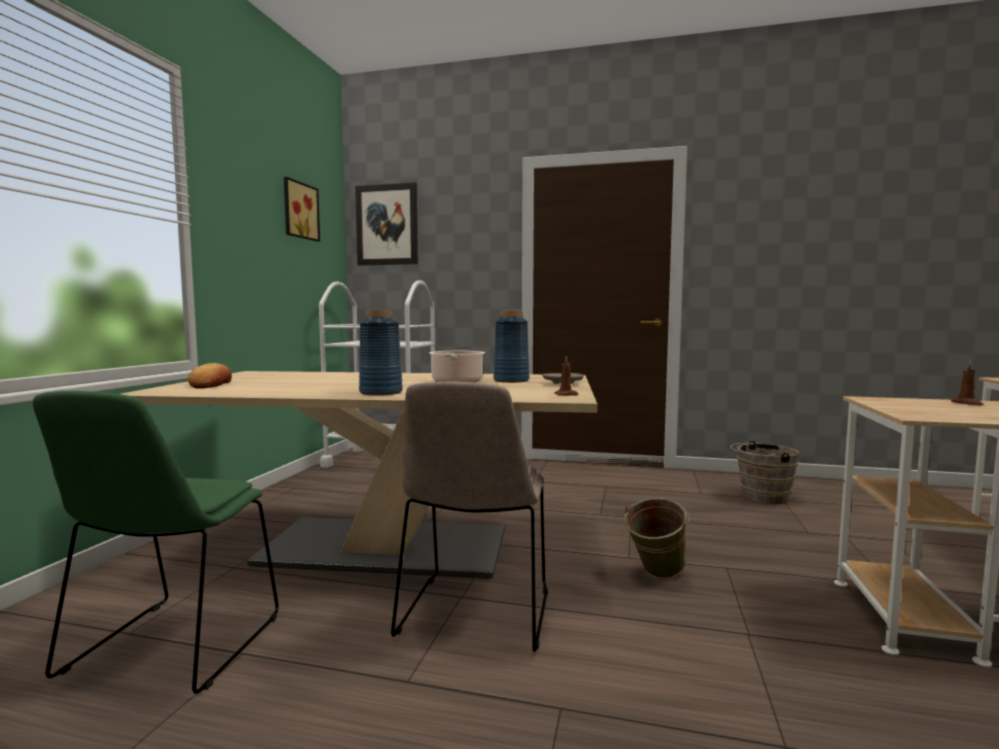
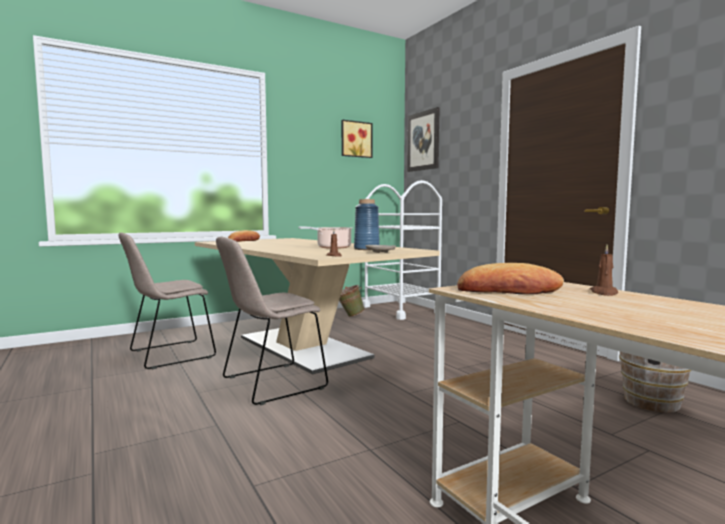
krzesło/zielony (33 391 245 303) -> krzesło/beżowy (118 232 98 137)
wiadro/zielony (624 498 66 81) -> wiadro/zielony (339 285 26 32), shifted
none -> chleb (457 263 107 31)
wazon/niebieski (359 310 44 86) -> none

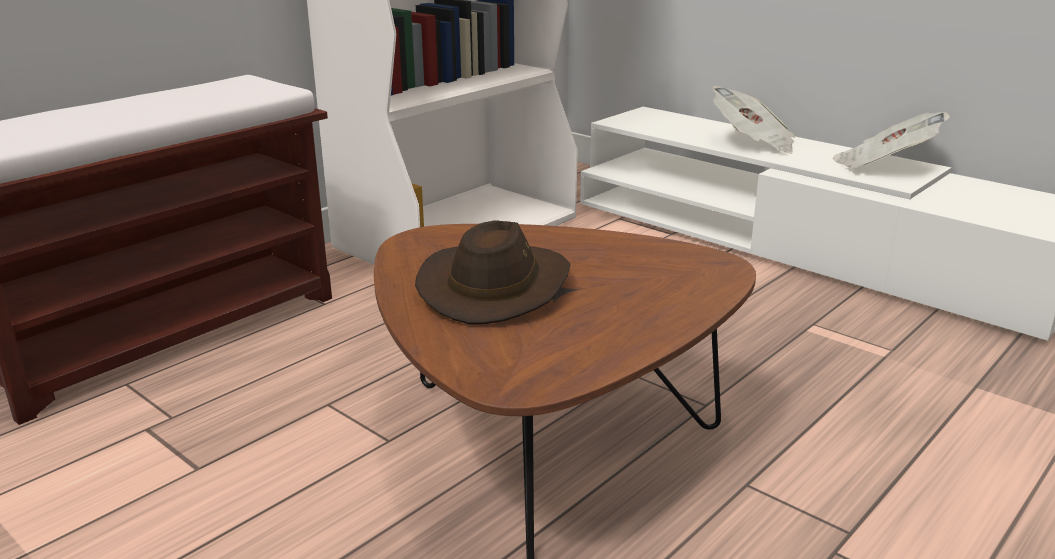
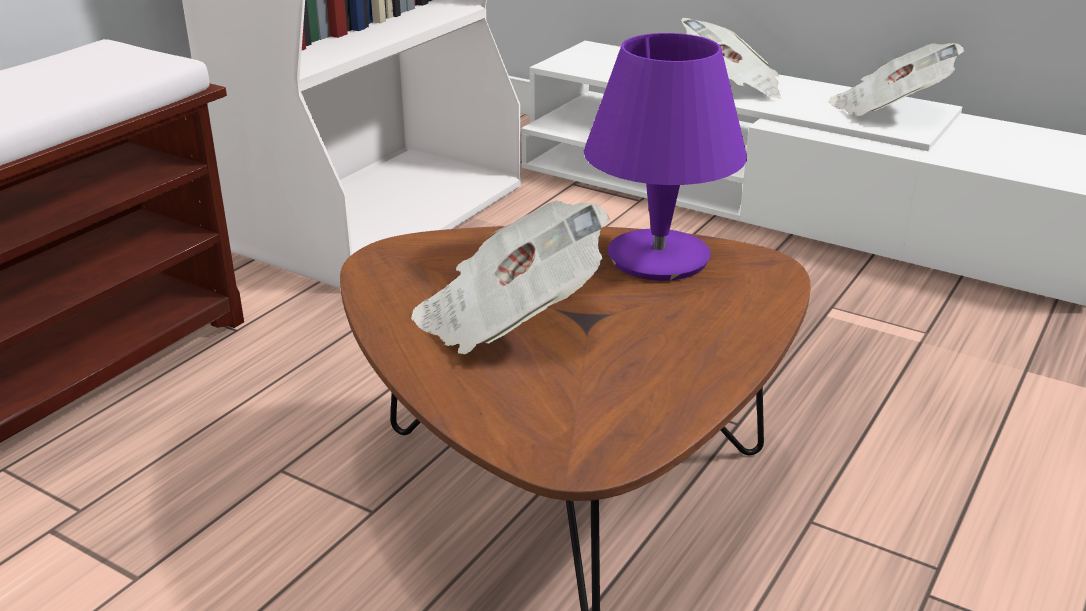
kapelusz/brązowy (415 221 155 103) -> gazeta (411 200 199 155)
none -> lampa stołowa/fioletowy (584 33 163 248)

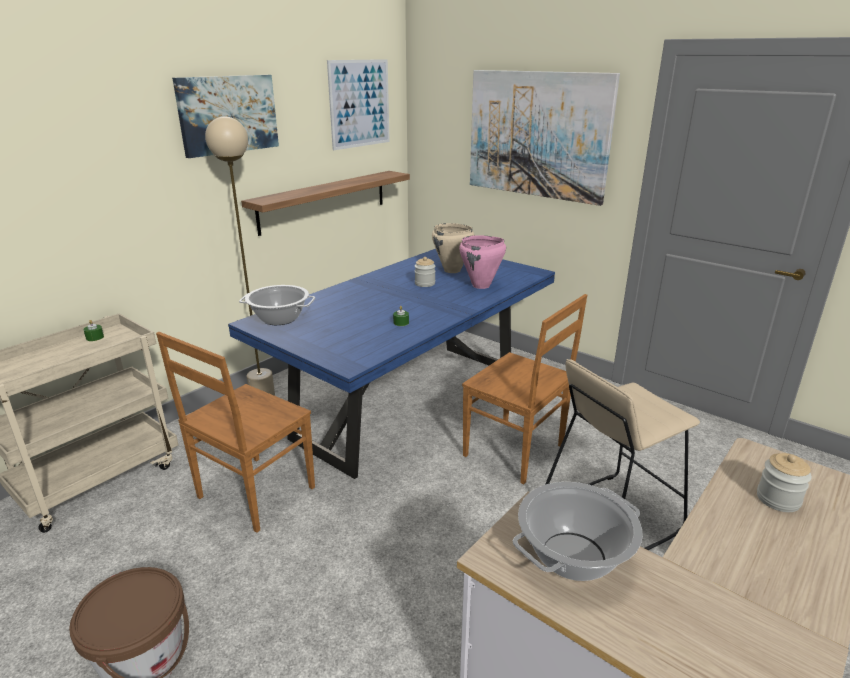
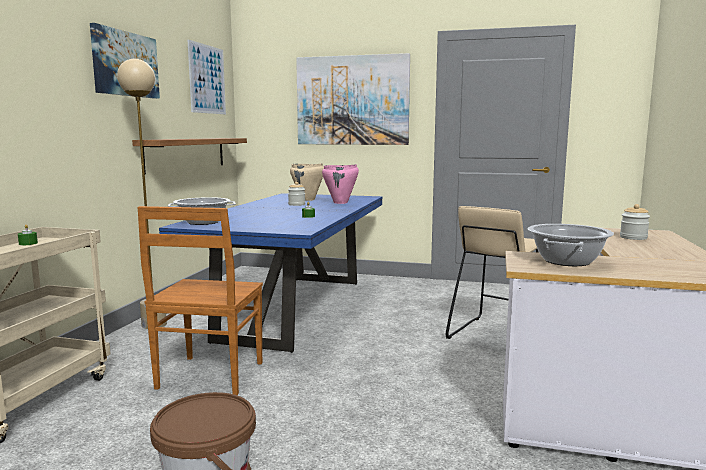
krzesło/brązowy (462 294 125 190) -> none

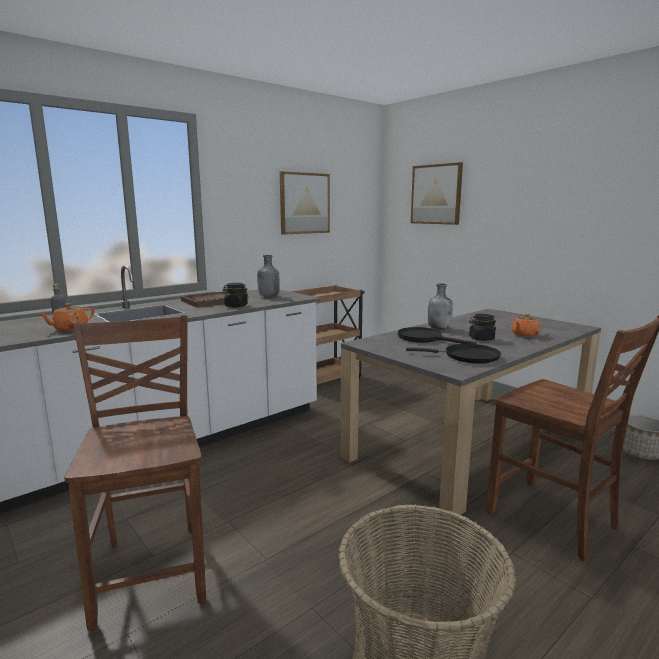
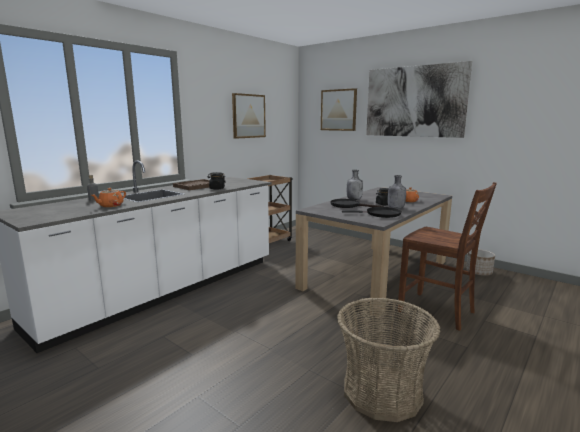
none -> obraz (366 61 106 77)
butelka/szary (257 255 23 42) -> butelka/szary (387 175 19 34), shifted
krzesło/brązowy (64 315 142 316) -> none

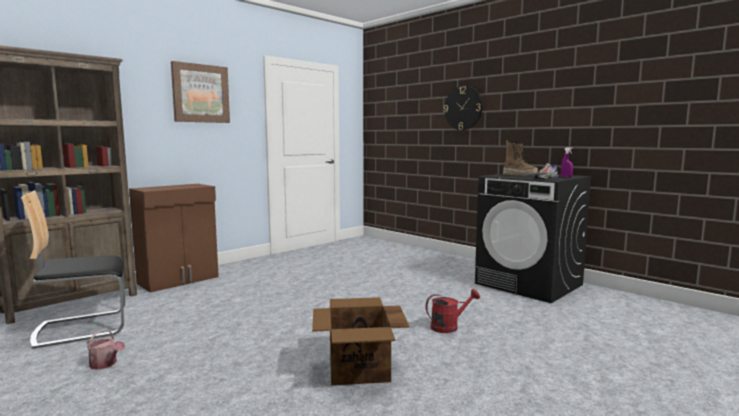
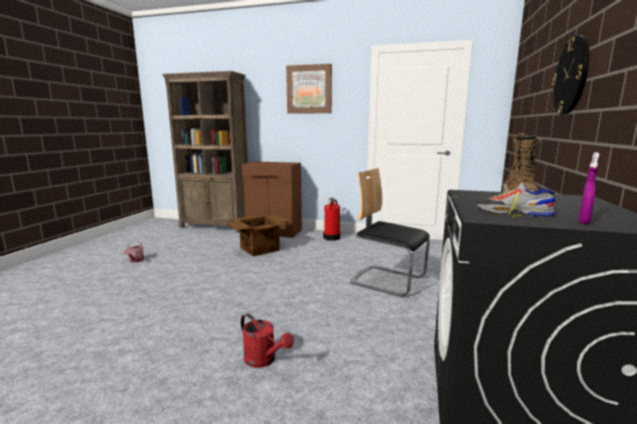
karton (312 297 98 88) -> karton (226 215 65 42), shifted
none -> gaśnica (323 198 18 43)
krzesło (21 190 104 159) -> krzesło (350 168 80 129), shifted

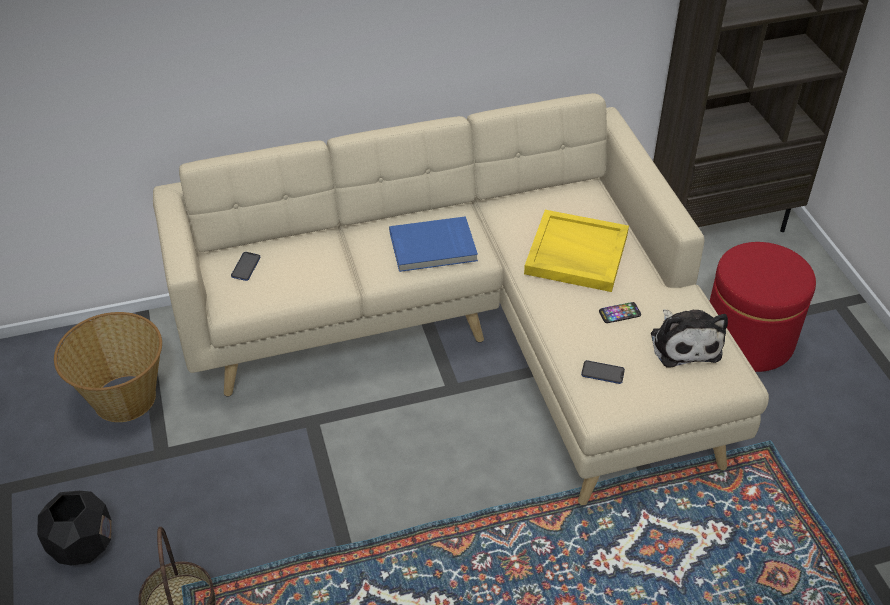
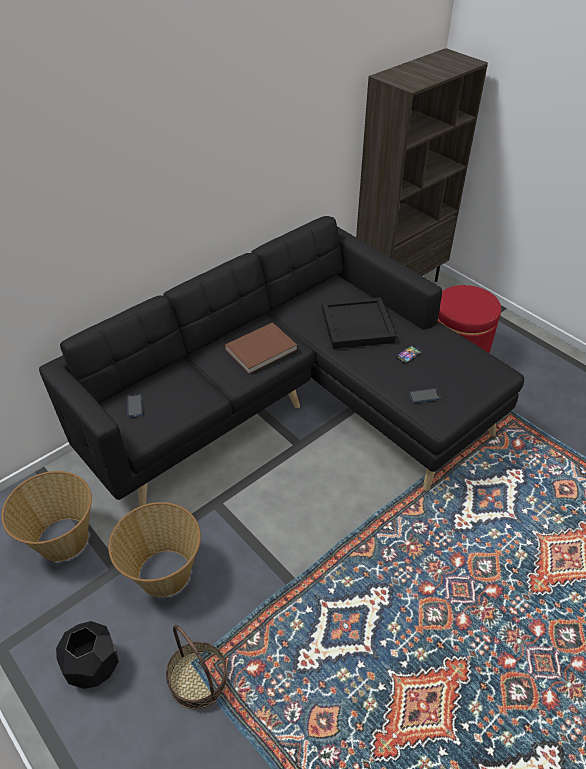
kanapa/beżowy (153 93 616 412) -> kanapa/czarny (39 216 485 291)
none -> koszyk (108 502 93 95)
książka/niebieski (389 216 89 56) -> książka/brązowy (224 322 73 52)
taca/żółty (524 210 105 82) -> taca/czarny (322 297 74 52)
pluszak (651 309 77 59) -> none

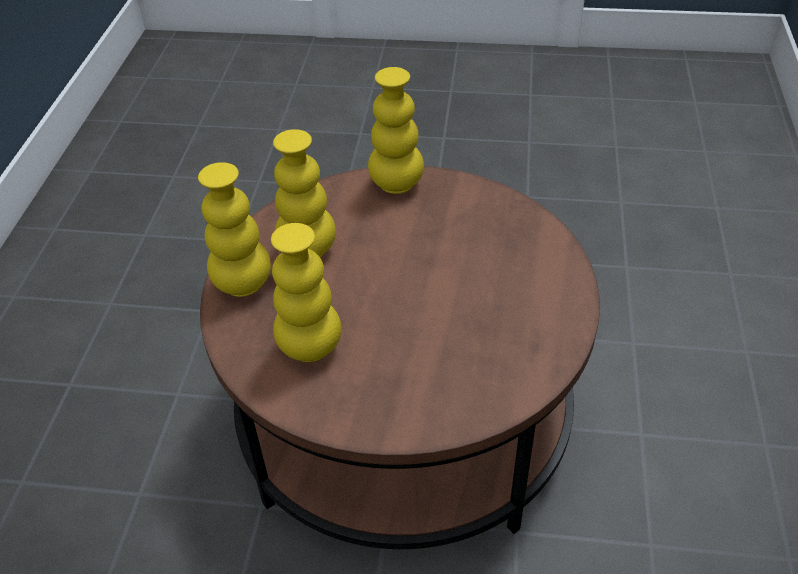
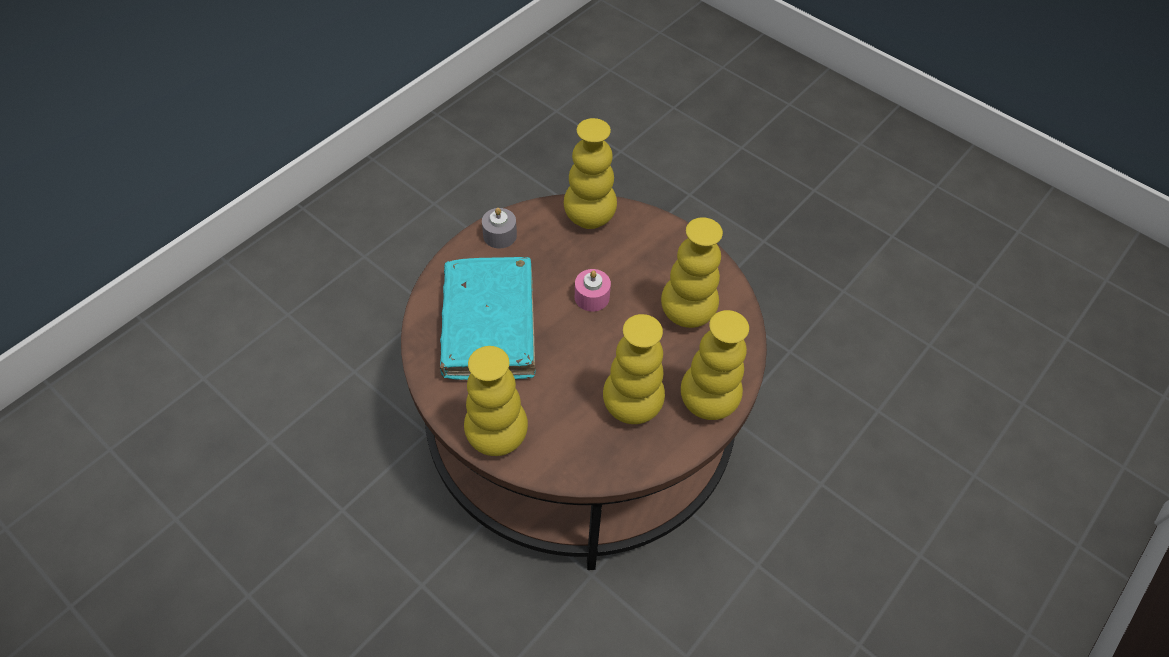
none -> książka/turkusowy (440 257 95 123)
none -> świeca/szary (482 208 35 40)
none -> wazon/żółty (564 118 53 111)
none -> świeca/różowy (575 269 36 43)

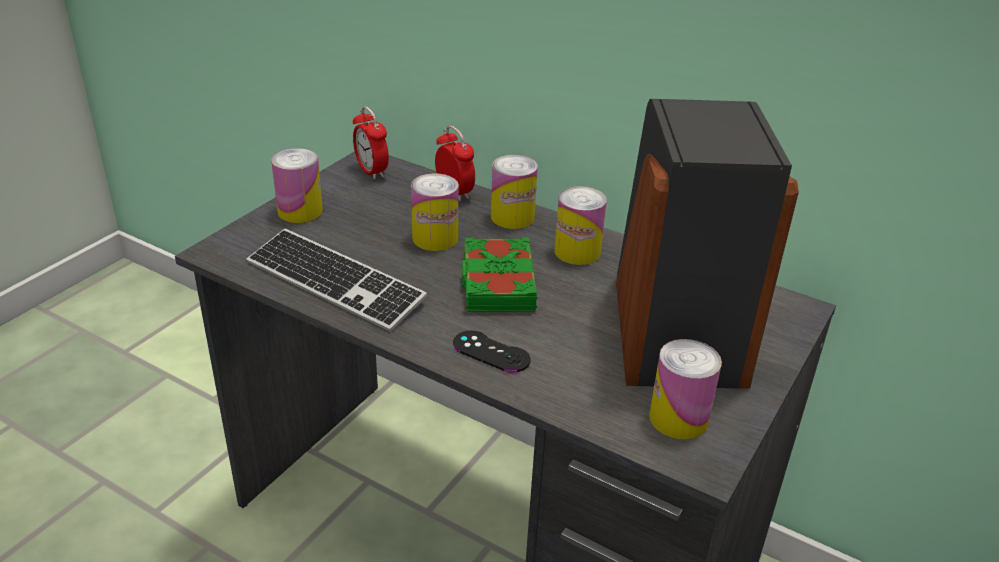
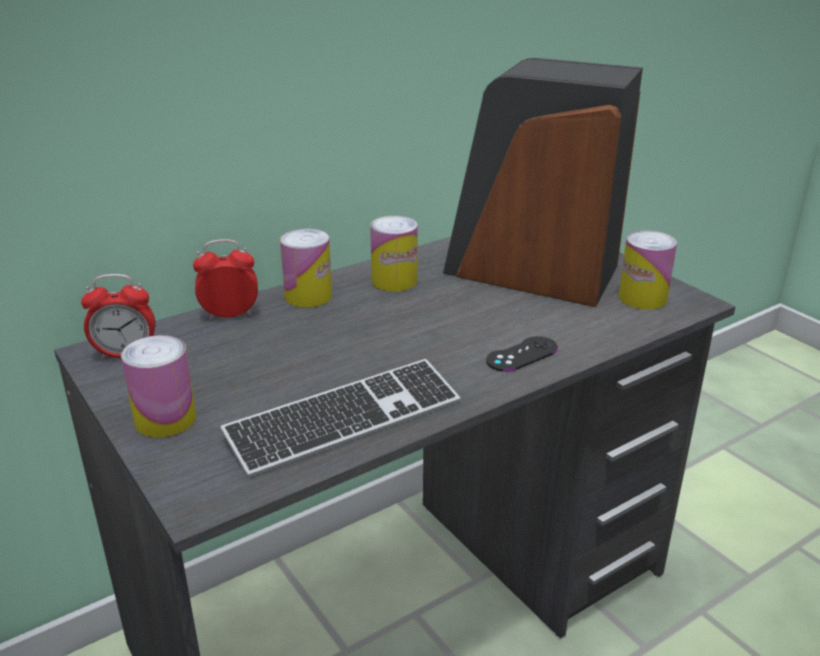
puszka (411 173 48 78) -> none
książka/zielony (462 237 76 75) -> none

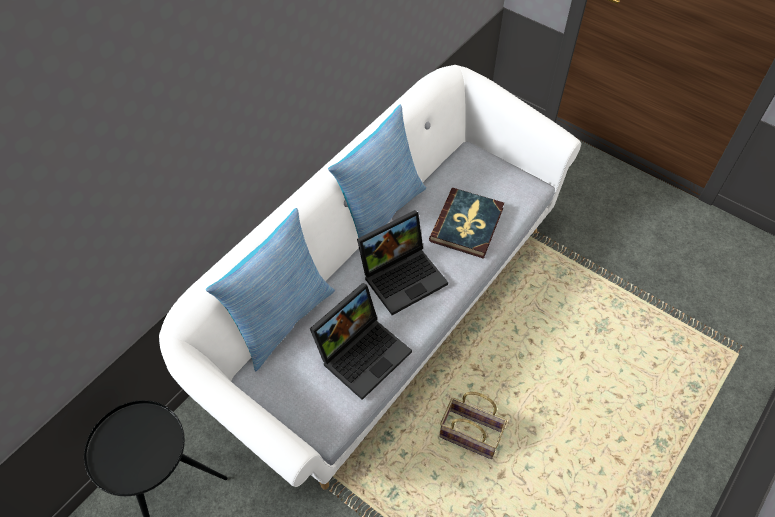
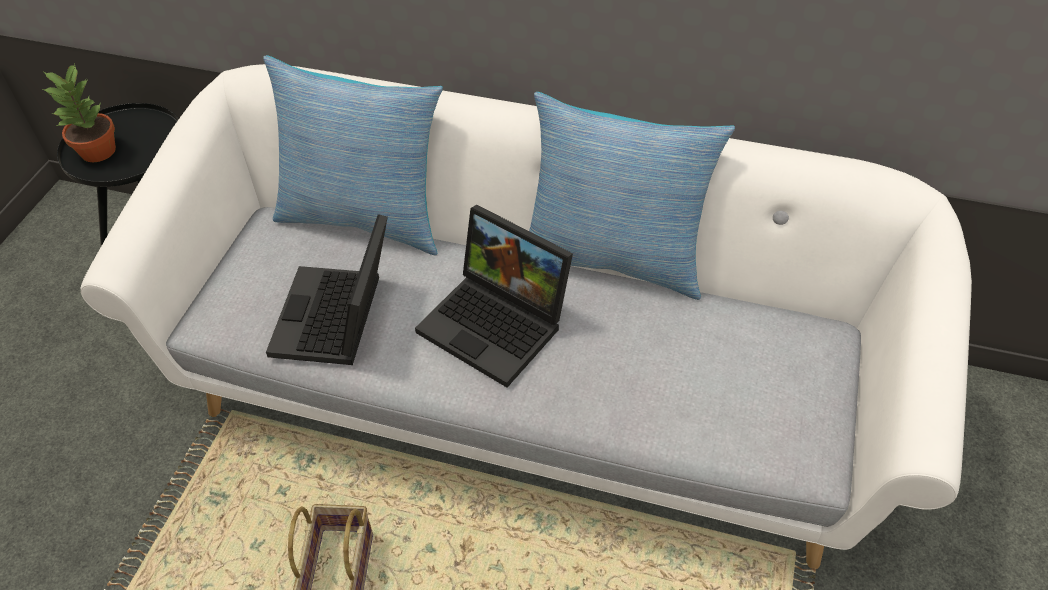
none -> roślina doniczkowa (42 64 74 98)
laptop (310 283 102 117) -> laptop (266 214 122 151), 75 degrees clockwise
książka (429 188 75 71) -> none

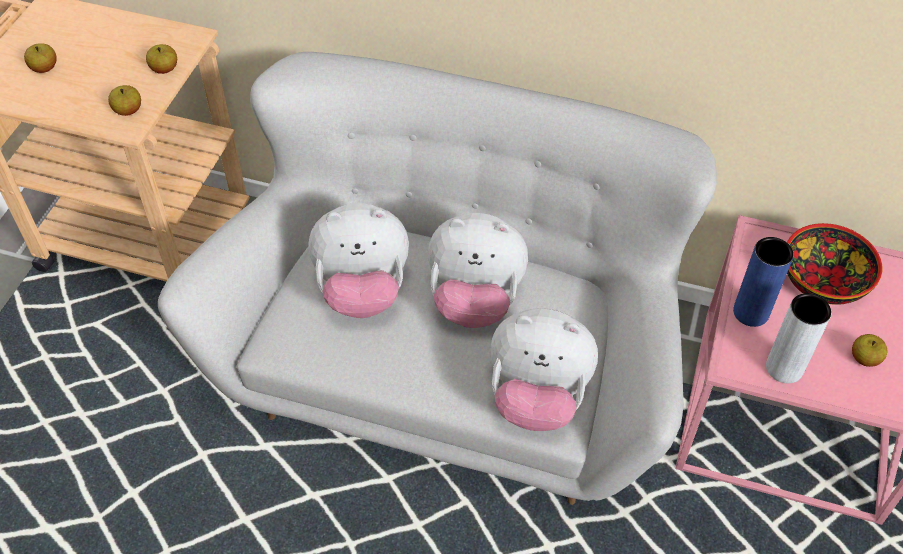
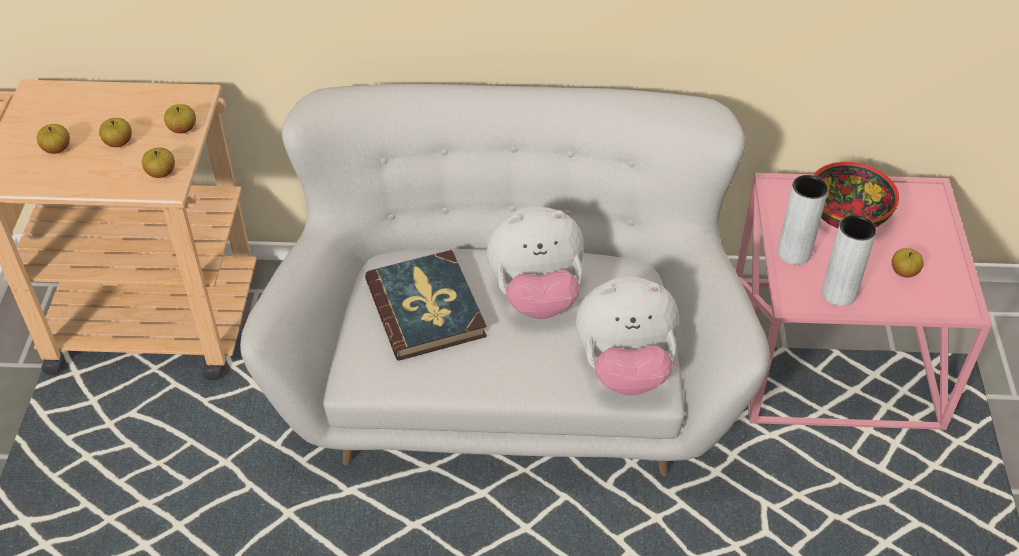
none -> jabłko (99 118 33 29)
pluszak (309 203 100 115) -> książka (365 250 122 111)
wazon/niebieski (733 237 61 90) -> wazon/szary (778 175 50 90)

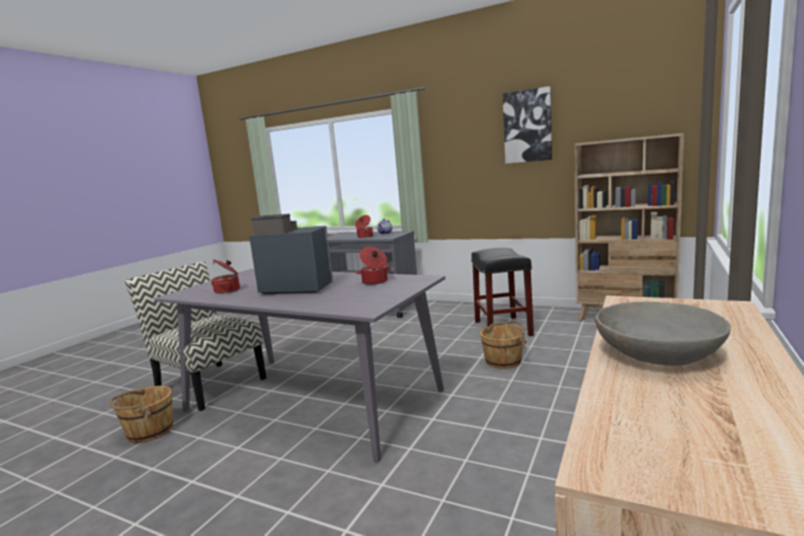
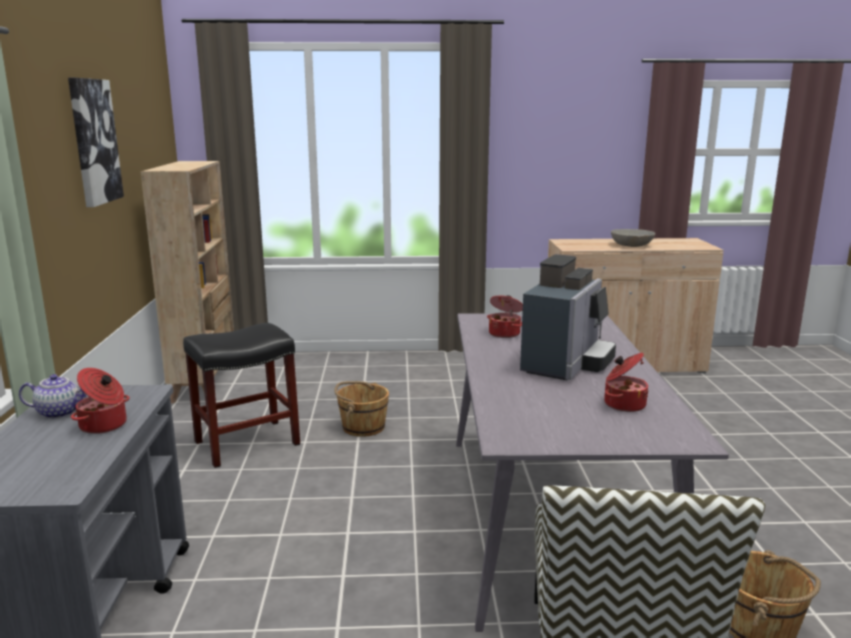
ekspres do kawy (249 214 84 80) -> ekspres do kawy (520 254 96 126), 135 degrees counterclockwise

